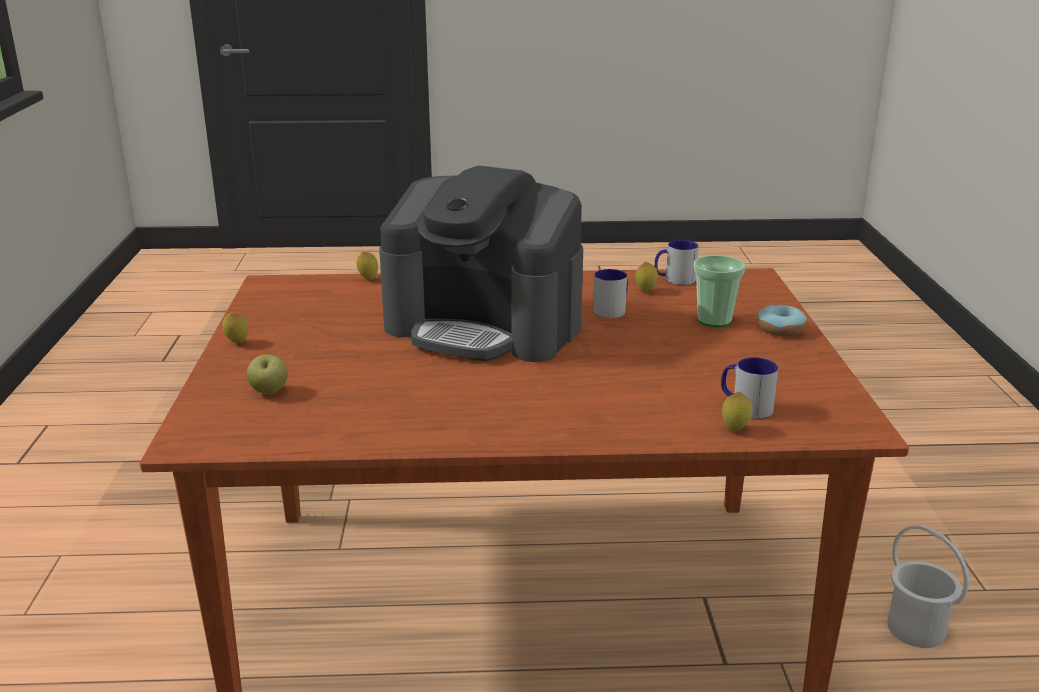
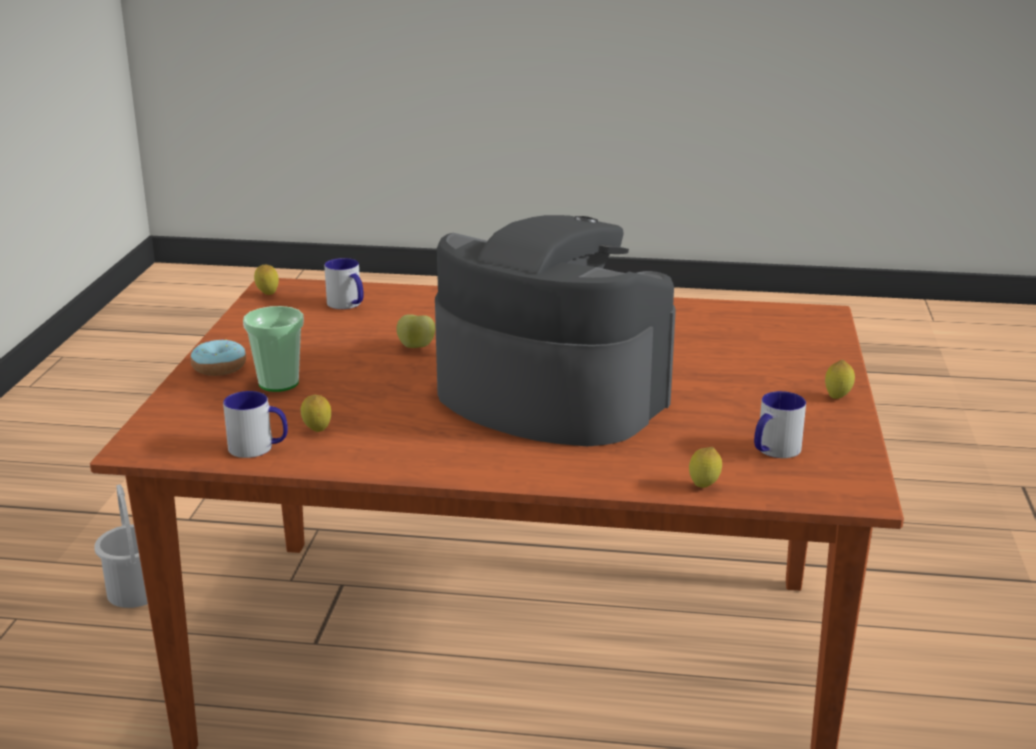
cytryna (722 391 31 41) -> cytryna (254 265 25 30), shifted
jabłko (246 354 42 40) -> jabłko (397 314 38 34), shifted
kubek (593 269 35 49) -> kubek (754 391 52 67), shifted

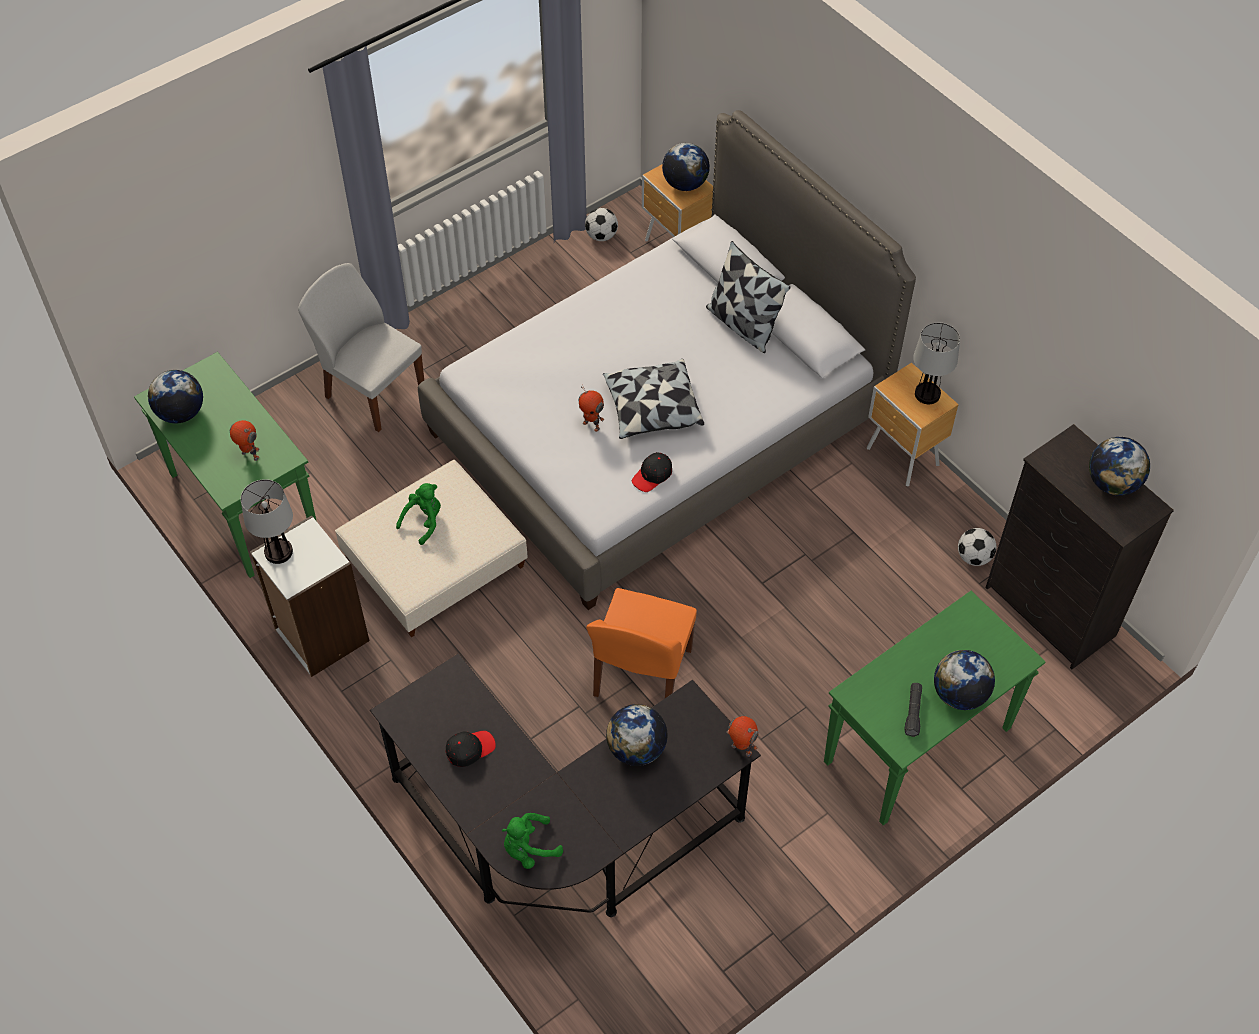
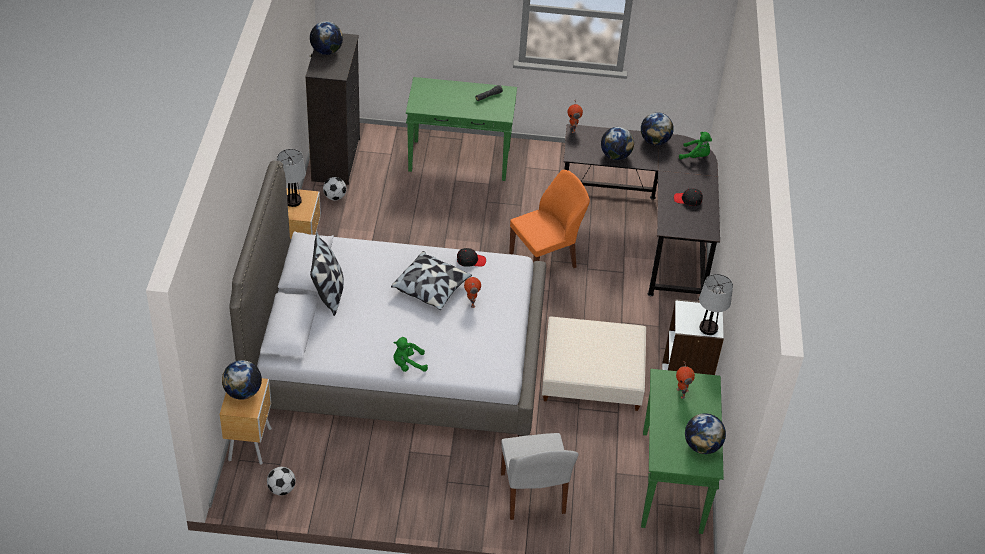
pluszak/zielony (396 483 45 62) -> pluszak/zielony (393 337 35 35), shifted
globus (934 650 61 60) -> globus (641 112 33 33), shifted

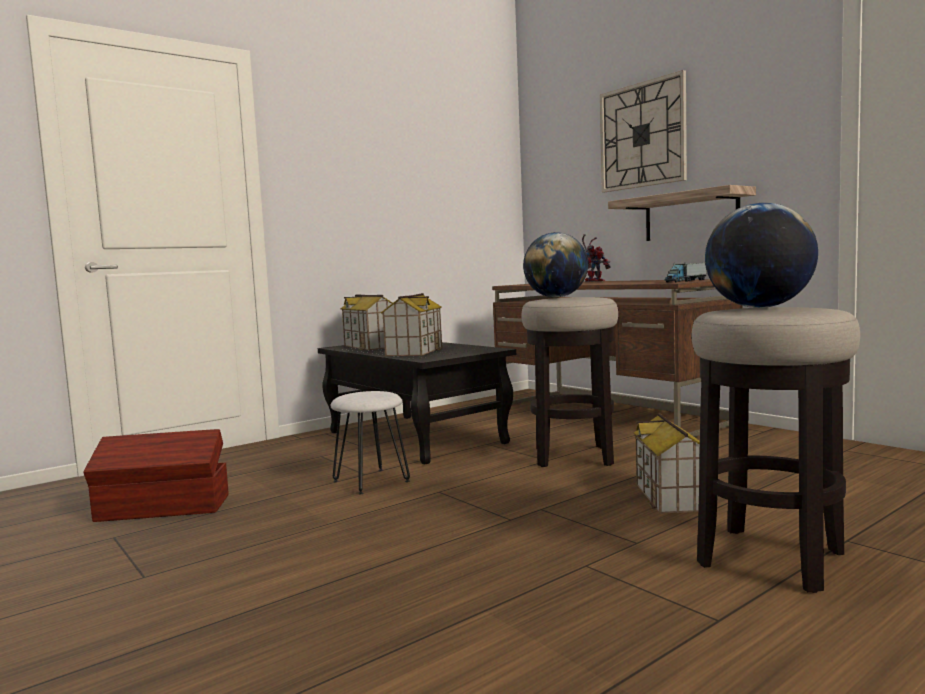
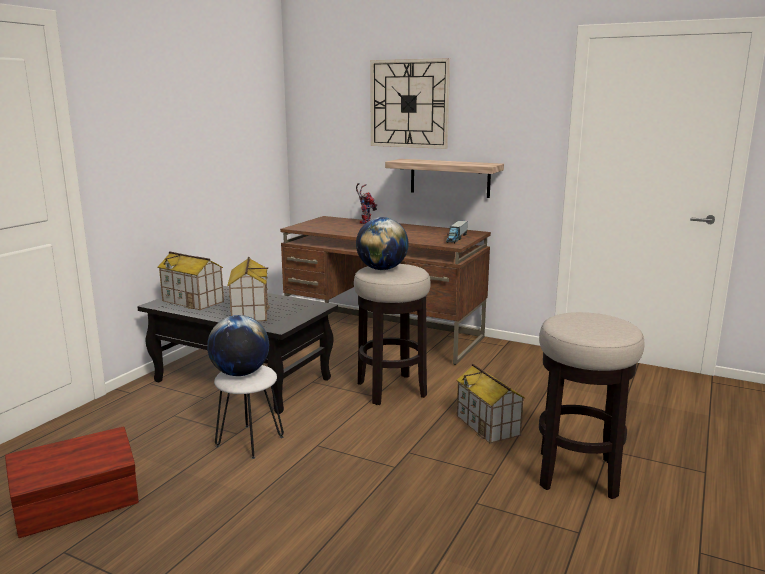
globus (705 203 113 105) -> globus (207 315 62 61), shifted

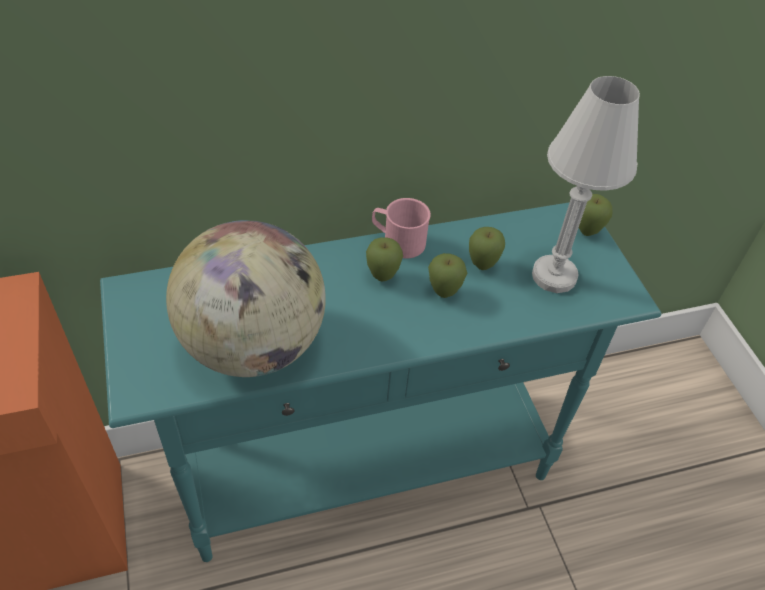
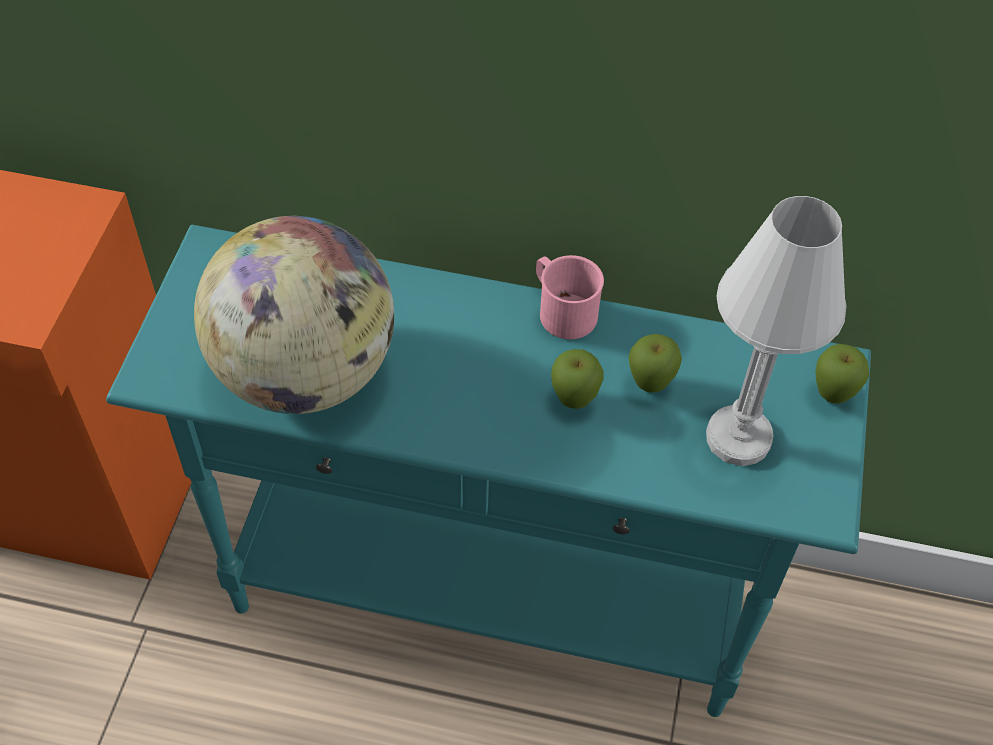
jabłko (366 237 37 45) -> none

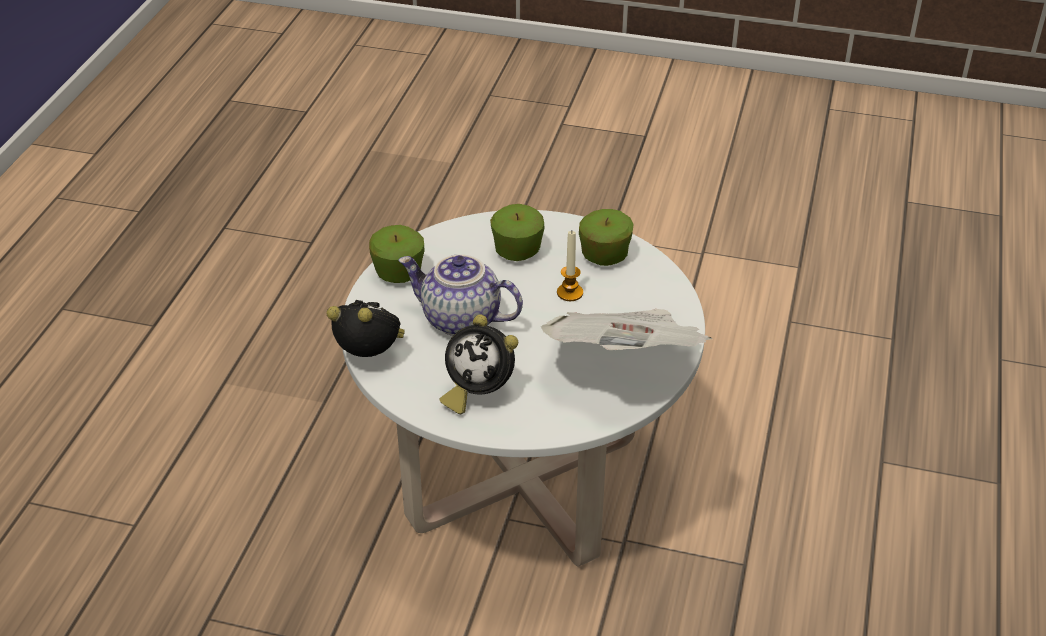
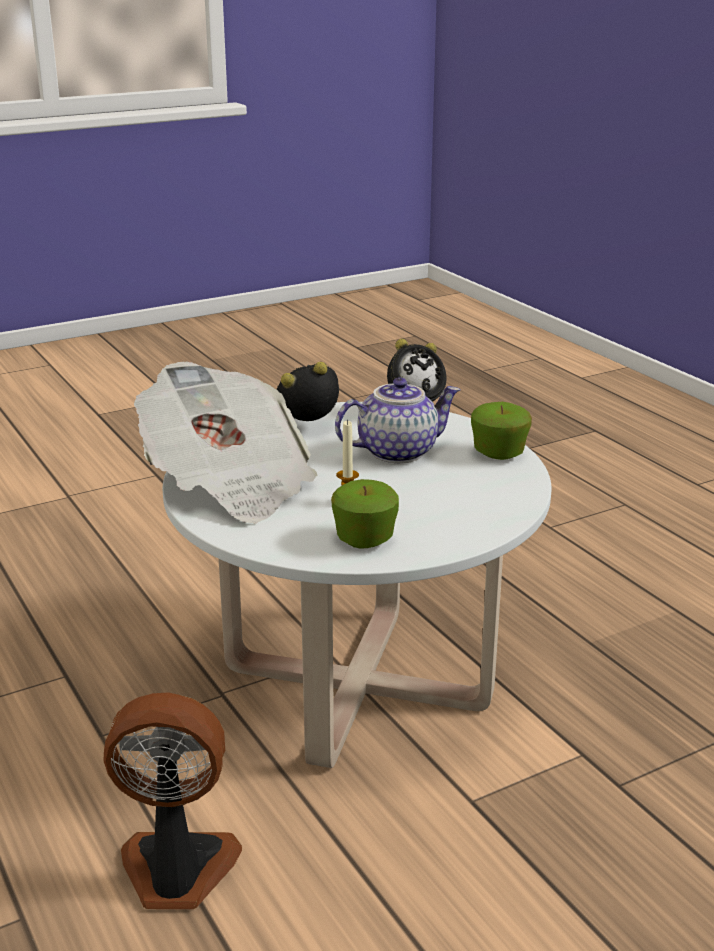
none -> wentylator (104 692 138 217)
jabłko (490 204 54 57) -> none

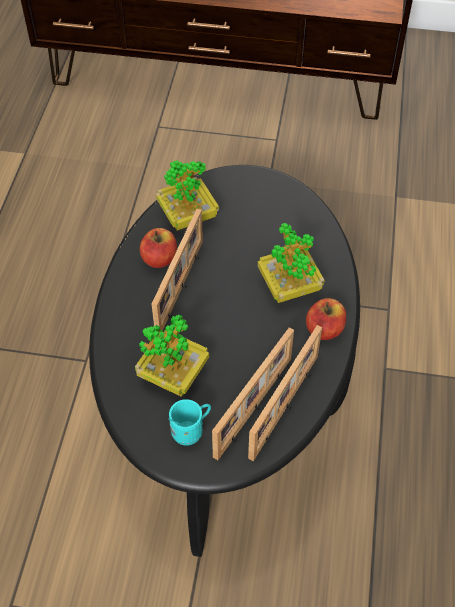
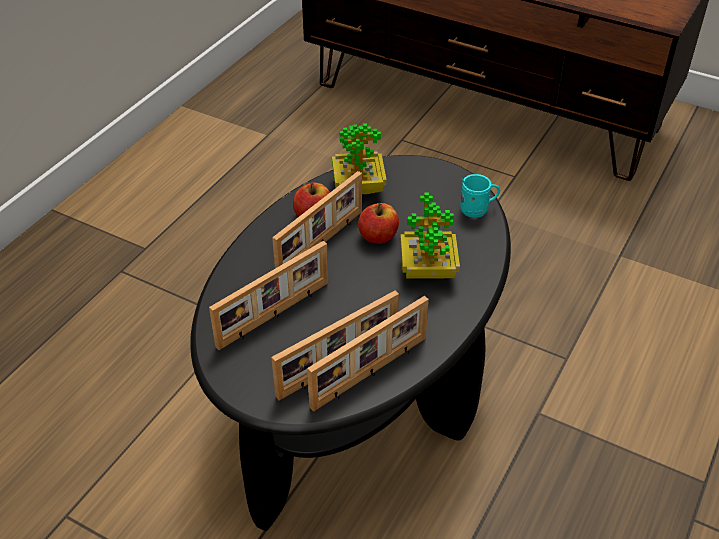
roślina doniczkowa (135 315 74 82) -> ramka na zdjęcie (209 241 119 109)
jabłko (306 298 40 42) -> jabłko (358 203 41 41), shifted
kubek/turkusowy (168 399 43 47) -> kubek/turkusowy (460 174 40 44), shifted

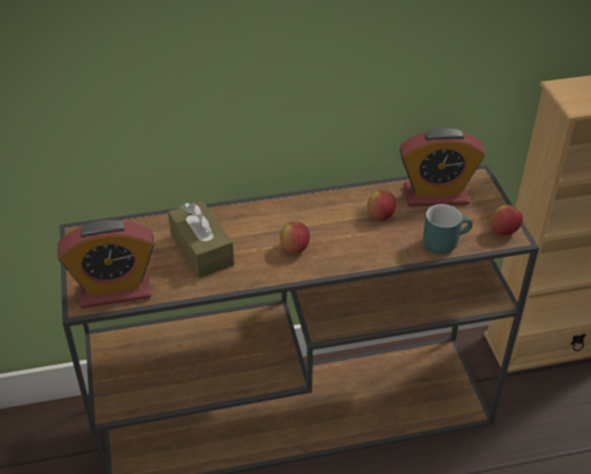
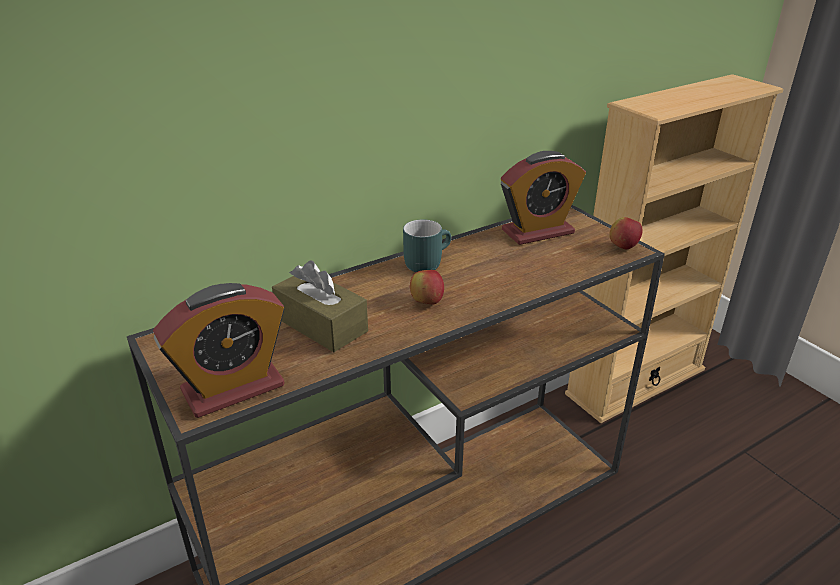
kubek/turkusowy (423 204 50 51) -> kubek/turkusowy (403 220 48 52), shifted
jabłko (367 190 30 31) -> none

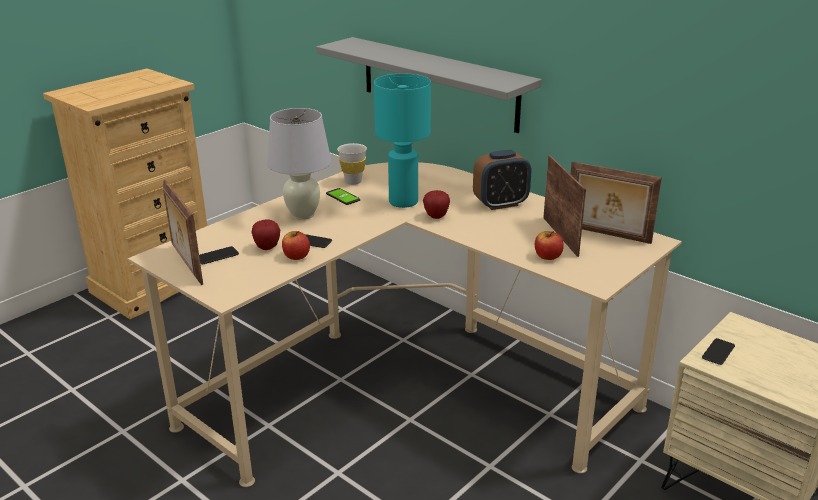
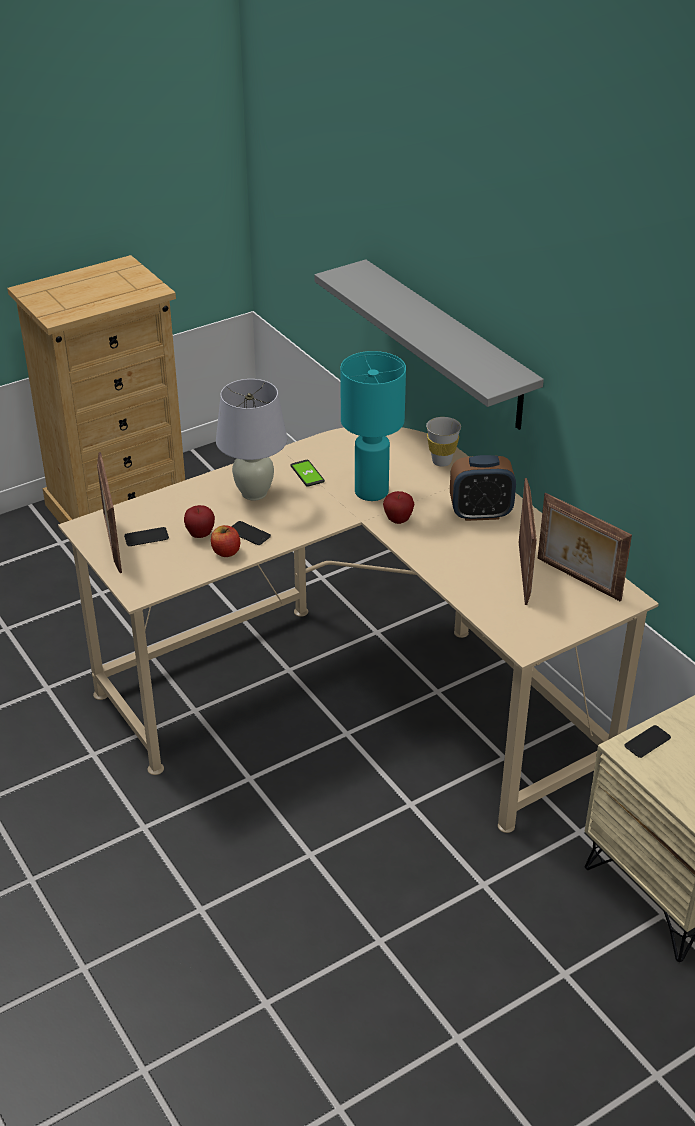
filiżanka/biały (337 143 30 42) -> filiżanka/biały (426 417 35 50), shifted
jabłko (535 231 29 29) -> none

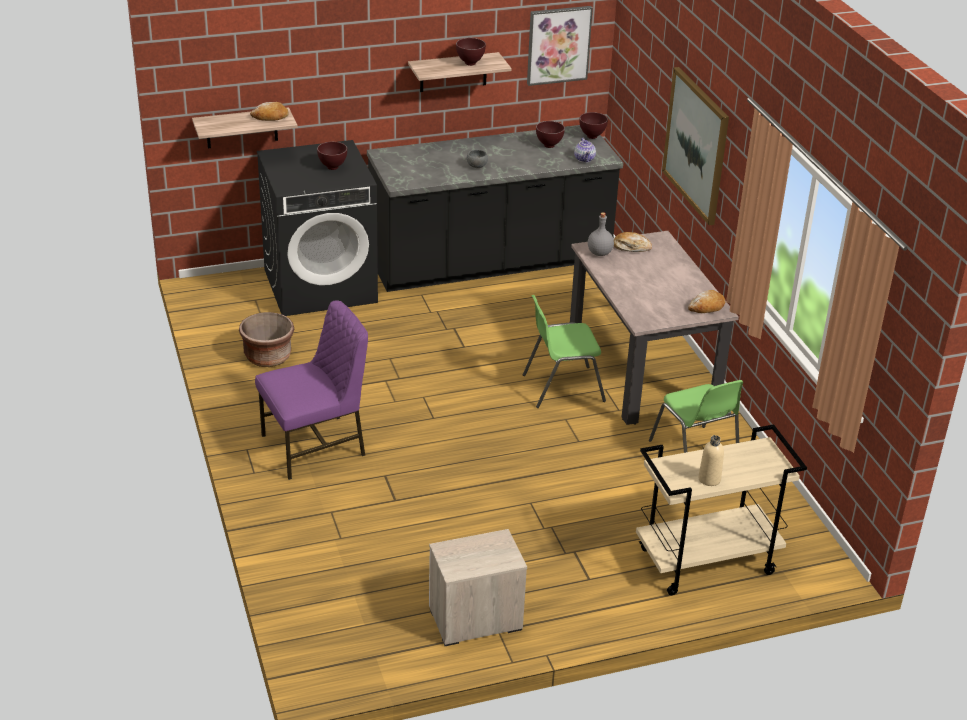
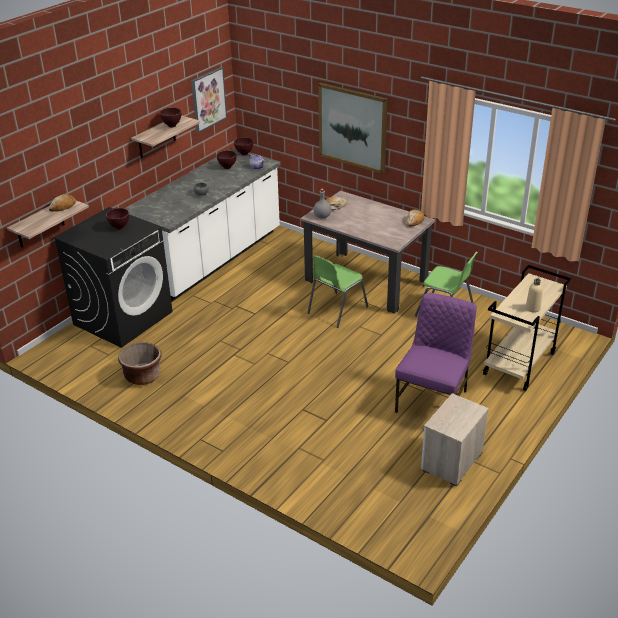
zabudowa kuchenna/czarny (367 125 256 167) -> zabudowa kuchenna/biały (124 148 156 154)
krzesło/fioletowy (255 300 113 180) -> krzesło/fioletowy (395 293 82 120), shifted

